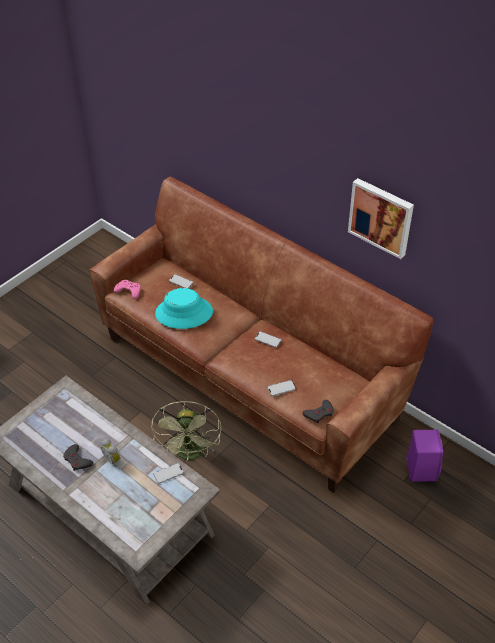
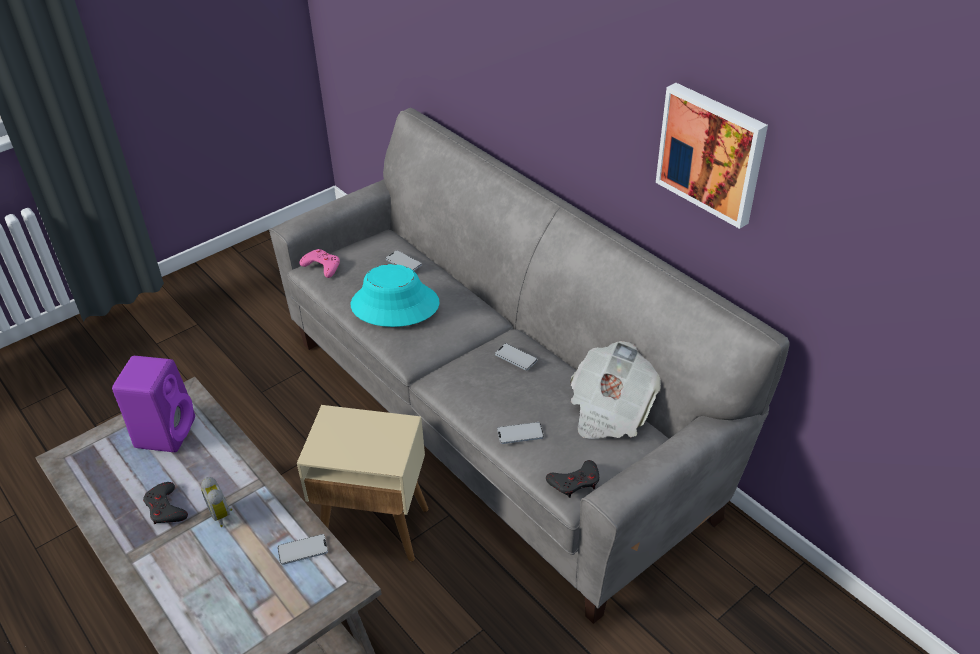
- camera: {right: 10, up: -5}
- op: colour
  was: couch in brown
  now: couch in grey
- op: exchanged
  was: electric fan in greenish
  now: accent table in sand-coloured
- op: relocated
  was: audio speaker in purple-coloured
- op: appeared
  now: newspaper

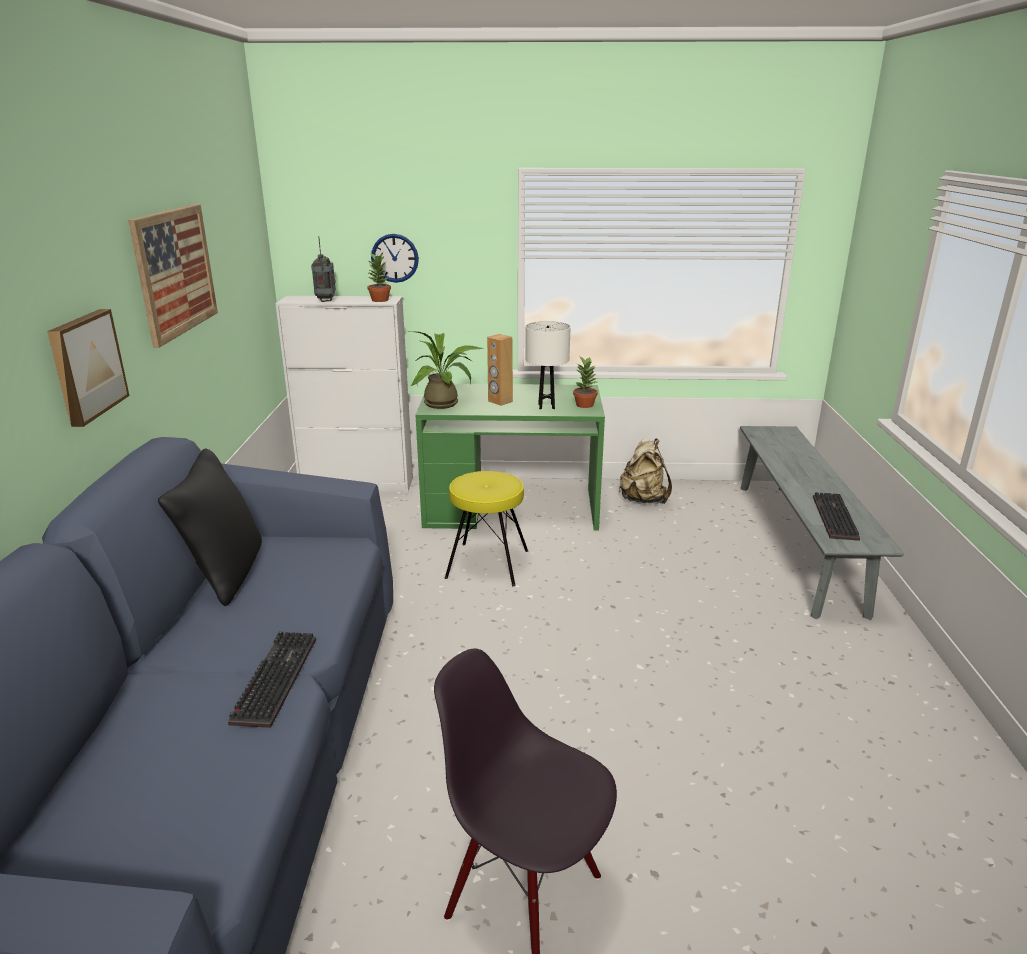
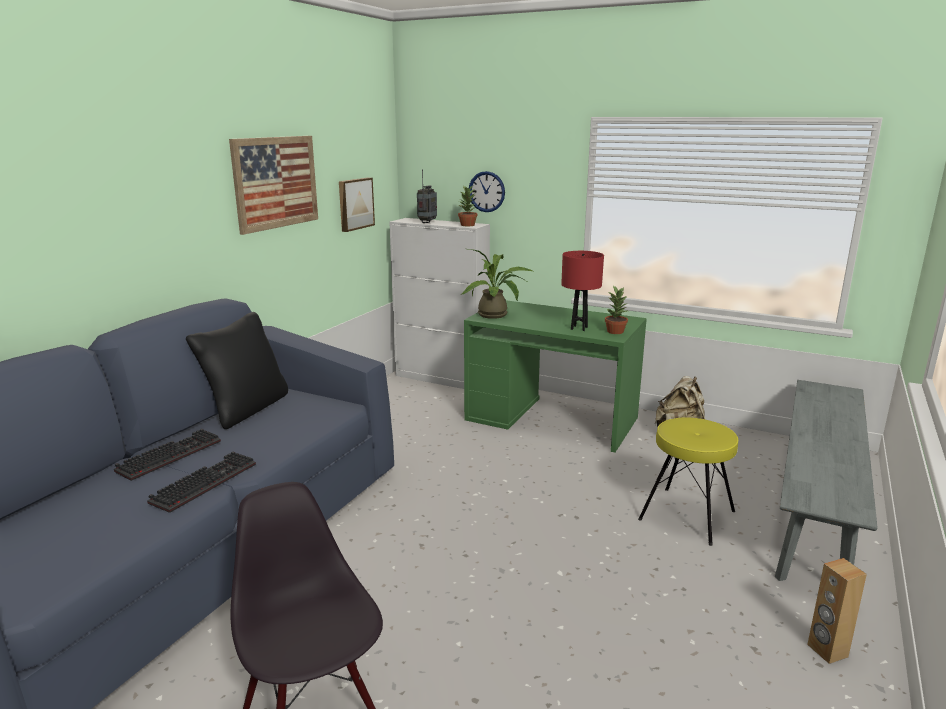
- camera: {right: 25, up: -5}
- op: relocated
  was: picture (no. 1 from left in the first image)
  now: picture (no. 2 from left)
- op: relocated
  was: sitting stool in yellow-coloured
- op: relocated
  was: audio speaker in brown
- op: colour
  was: table lamp in white
  now: table lamp in reddish
- op: relocated
  was: PC keyboard (no. 2 from left in the first image)
  now: PC keyboard (no. 1 from left)

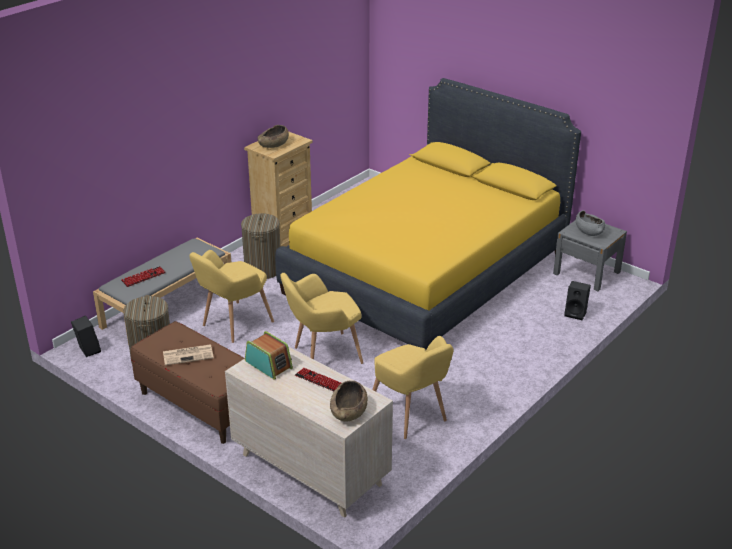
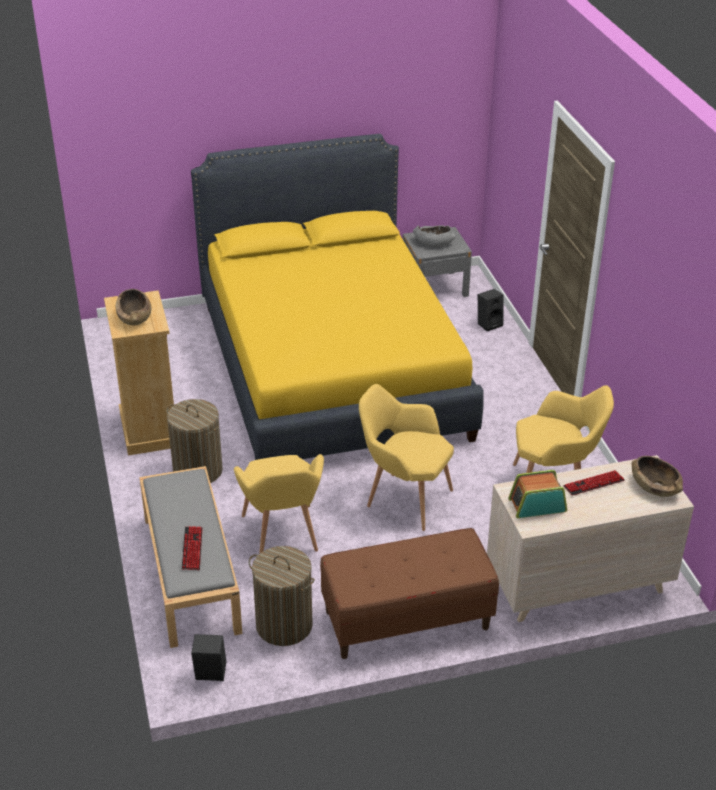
- camera: {right: -55, up: 5}
- op: missing
  was: newspaper
- op: spun
  was: lounge chair in yellow-coloured (no. 2 from left)
  clockwise: 105

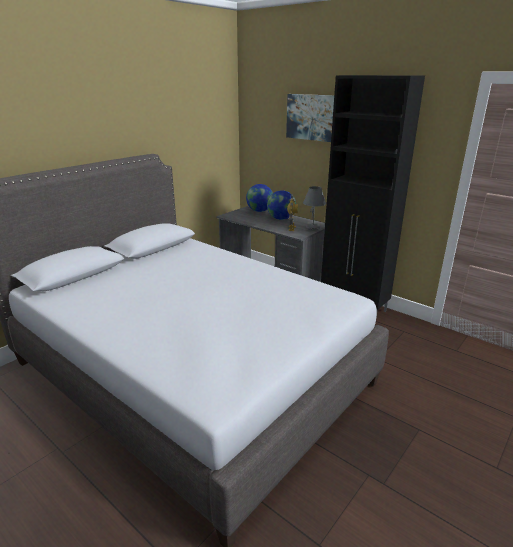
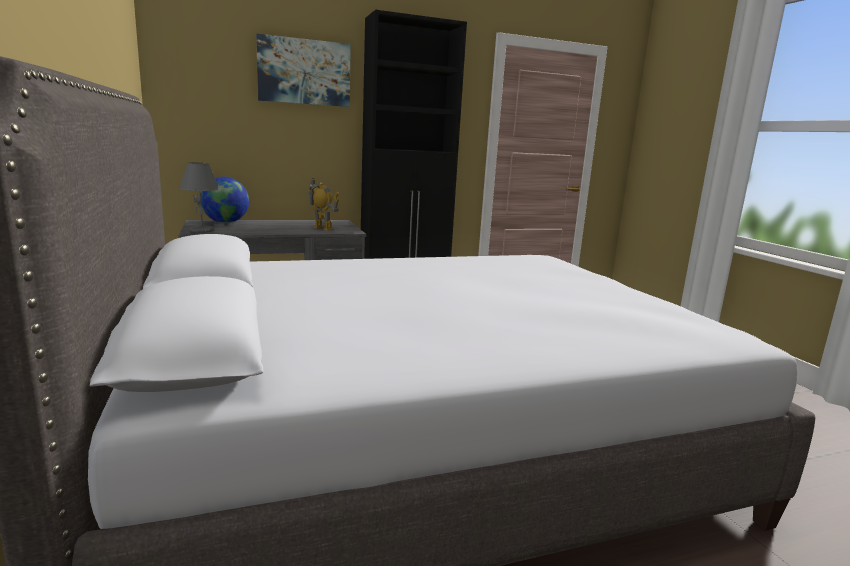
- camera: {right: -60, up: -10}
- op: missing
  was: world globe (no. 2 from left)
- op: relocated
  was: table lamp in grey

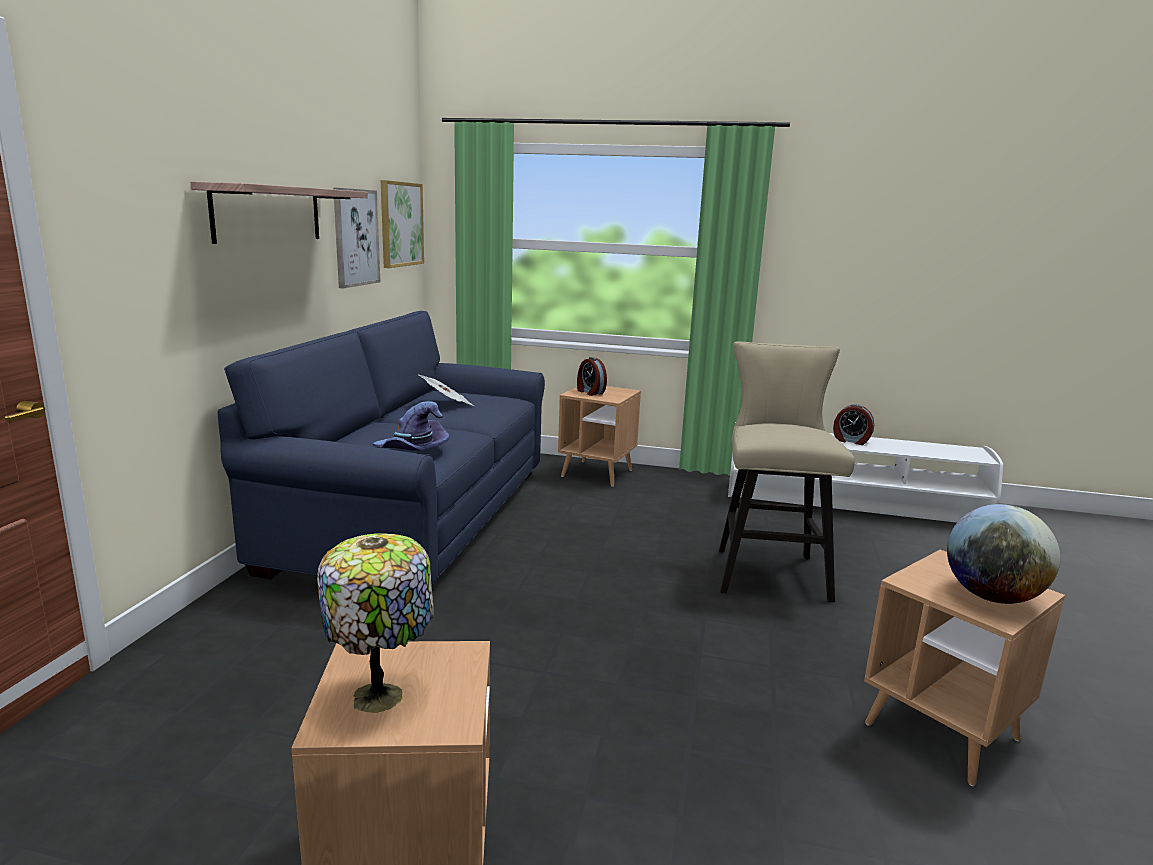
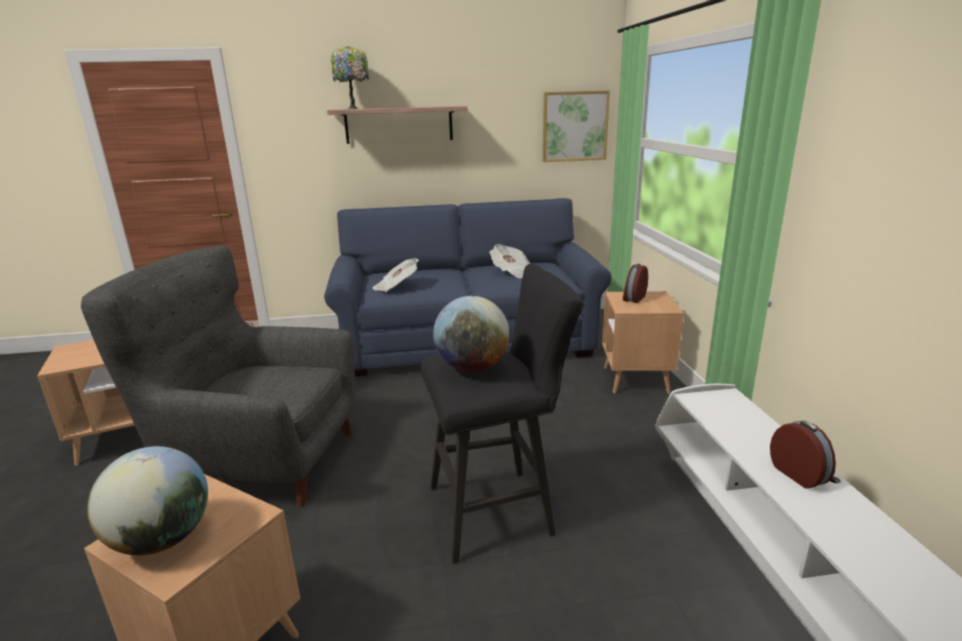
- camera: {right: 70, up: 5}
- op: relocated
  was: table lamp
- op: missing
  was: picture (no. 1 from left)
- op: exchanged
  was: hat in purple-coloured
  now: newspaper (no. 1 from left)
- op: colour
  was: sitting stool in sand-coloured
  now: sitting stool in blackish
- op: spun
  was: alarm clock (no. 2 from left)
  clockwise: 150
- op: appeared
  now: lounge chair in grey
- op: appeared
  now: world globe (no. 2 from left)

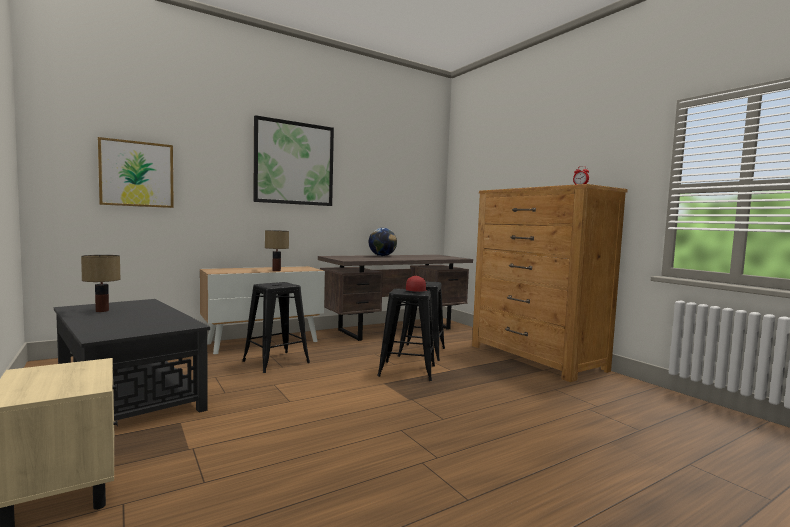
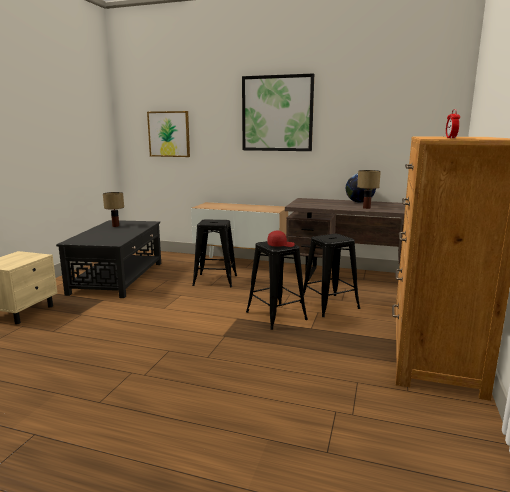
- camera: {right: 50, up: 10}
- op: relocated
  was: table lamp (no. 2 from left)

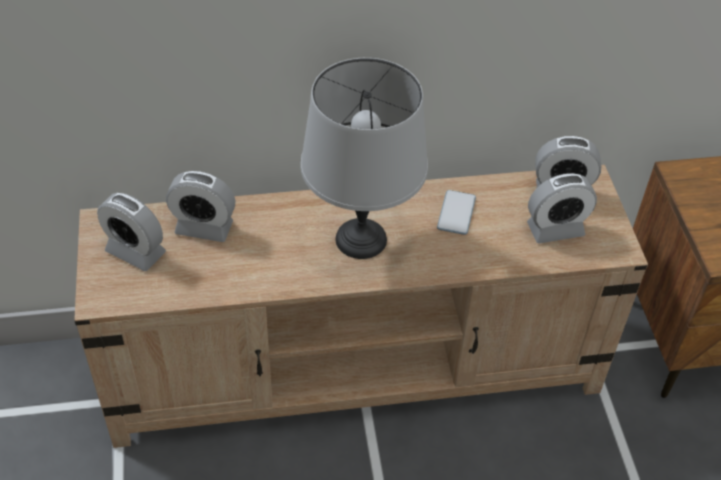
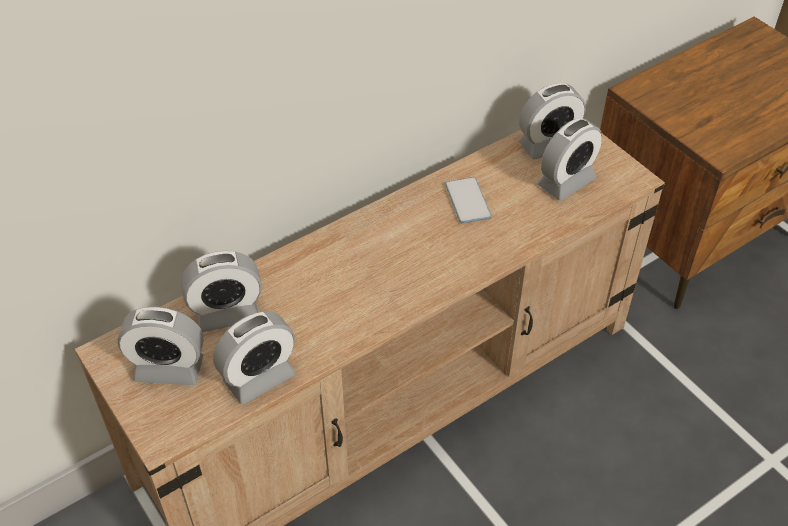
- camera: {right: -25, up: 0}
- op: missing
  was: table lamp in grey
- op: appeared
  now: alarm clock (no. 3 from left)

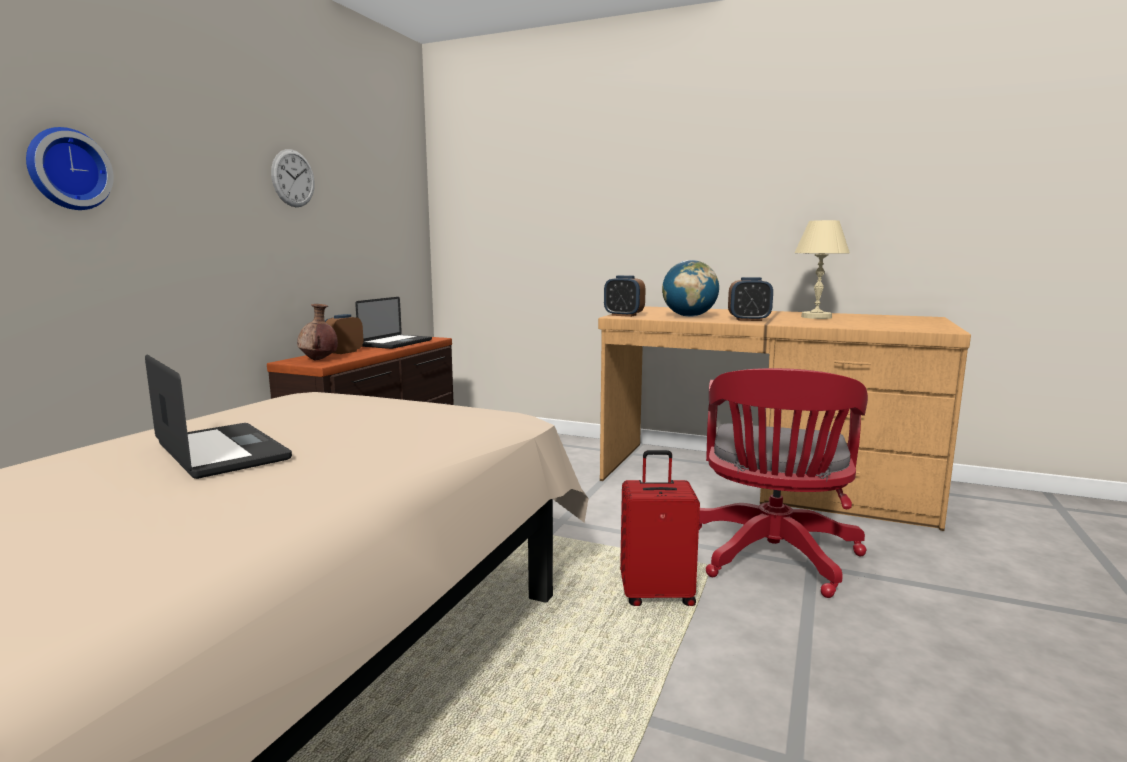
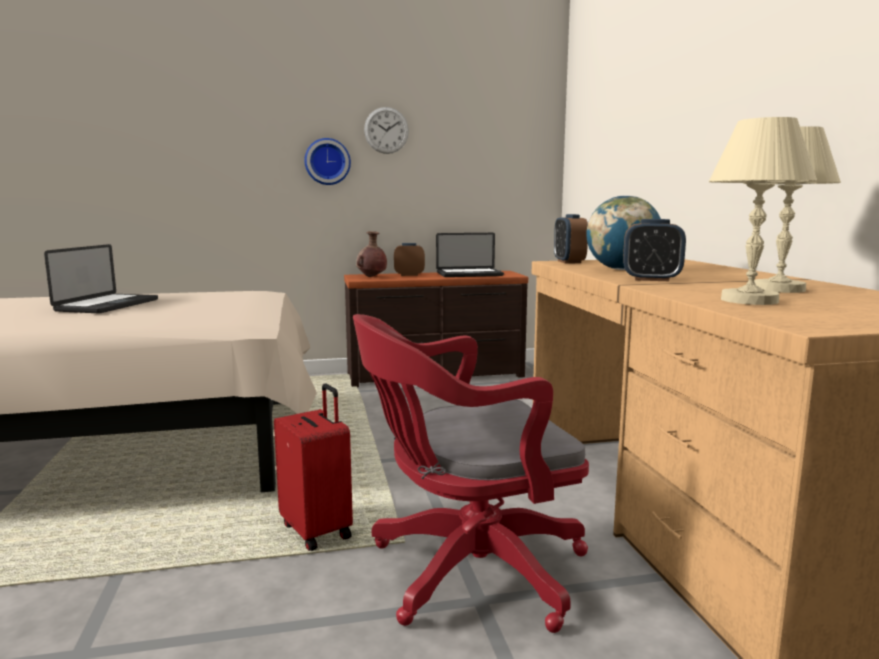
- camera: {right: 55, up: 0}
- op: relocated
  was: wall clock (no. 1 from left)
- op: spun
  was: alarm clock (no. 3 from left)
  clockwise: -45
- op: appeared
  now: table lamp in sand-coloured (no. 1 from left)

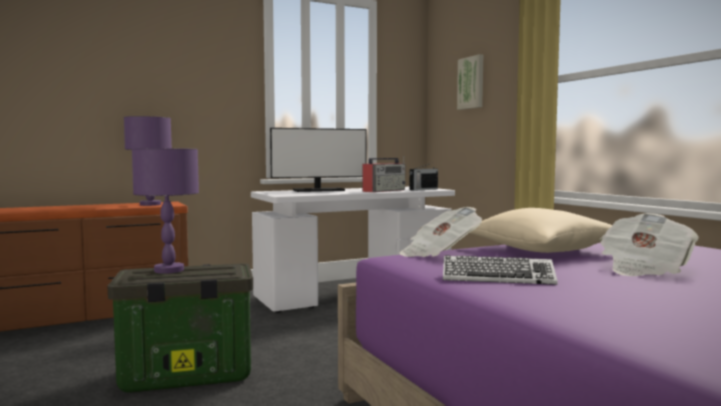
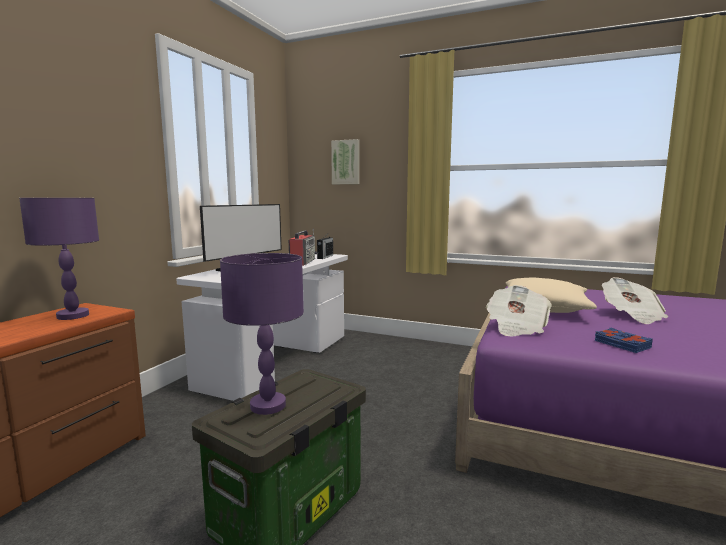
- camera: {right: -40, up: 5}
- op: exchanged
  was: PC keyboard
  now: bound book in bluish

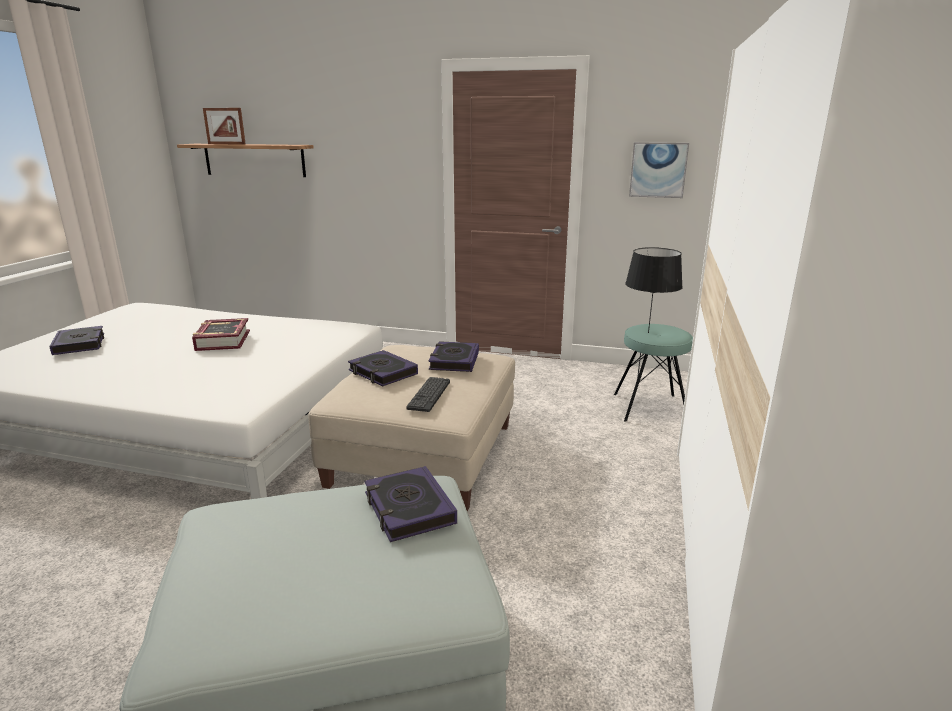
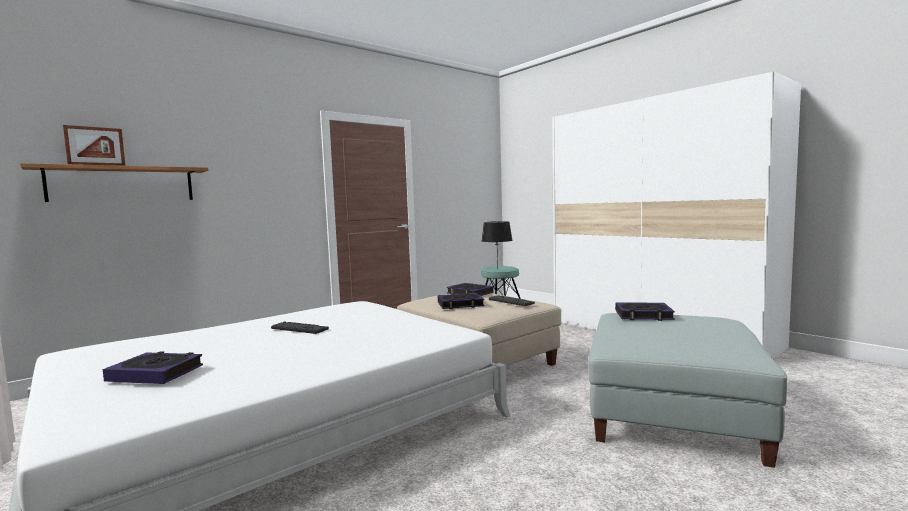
- camera: {right: -55, up: -15}
- op: exchanged
  was: bound book (no. 2 from left)
  now: PC keyboard (no. 1 from left)
- op: missing
  was: picture

